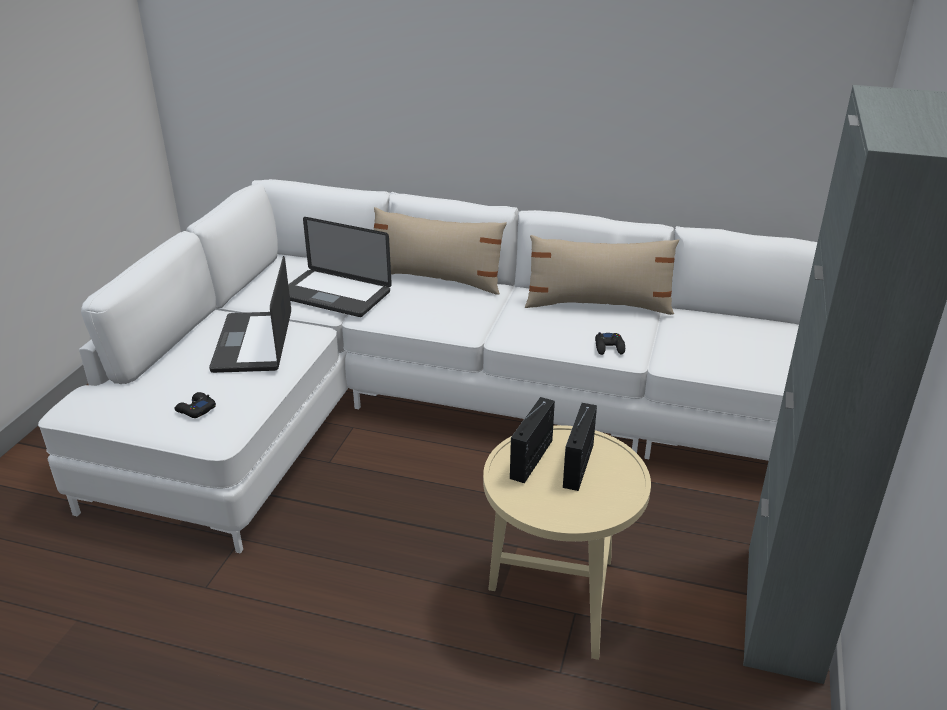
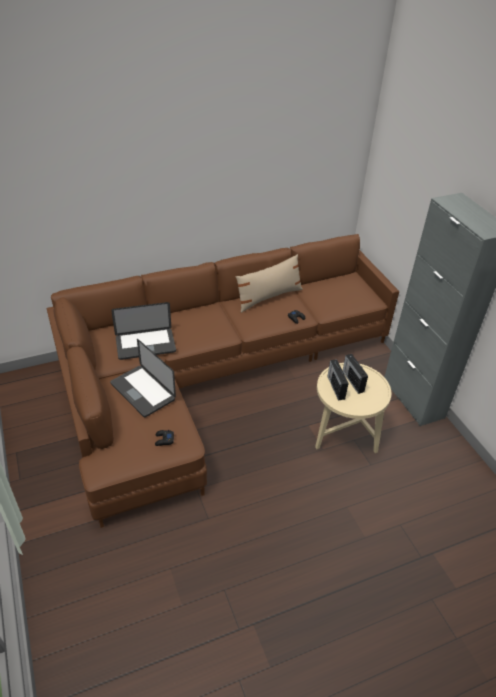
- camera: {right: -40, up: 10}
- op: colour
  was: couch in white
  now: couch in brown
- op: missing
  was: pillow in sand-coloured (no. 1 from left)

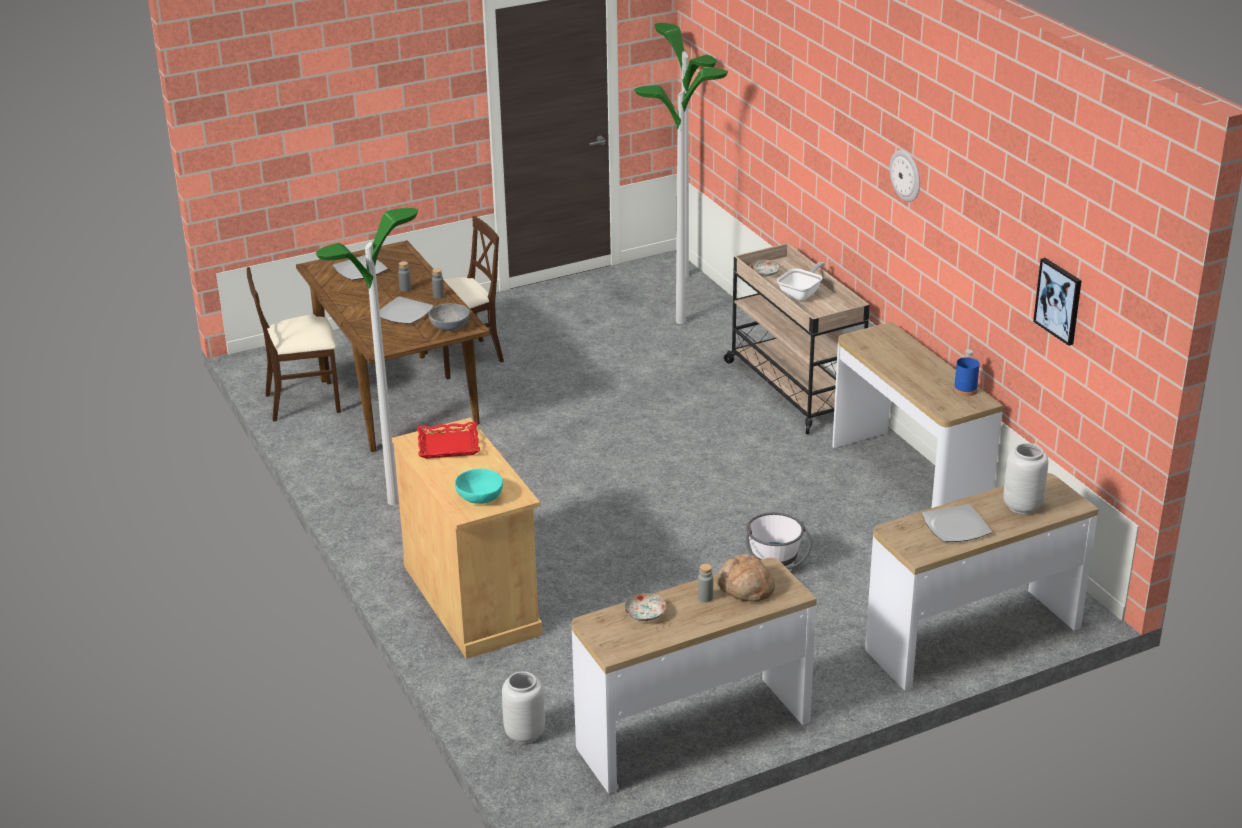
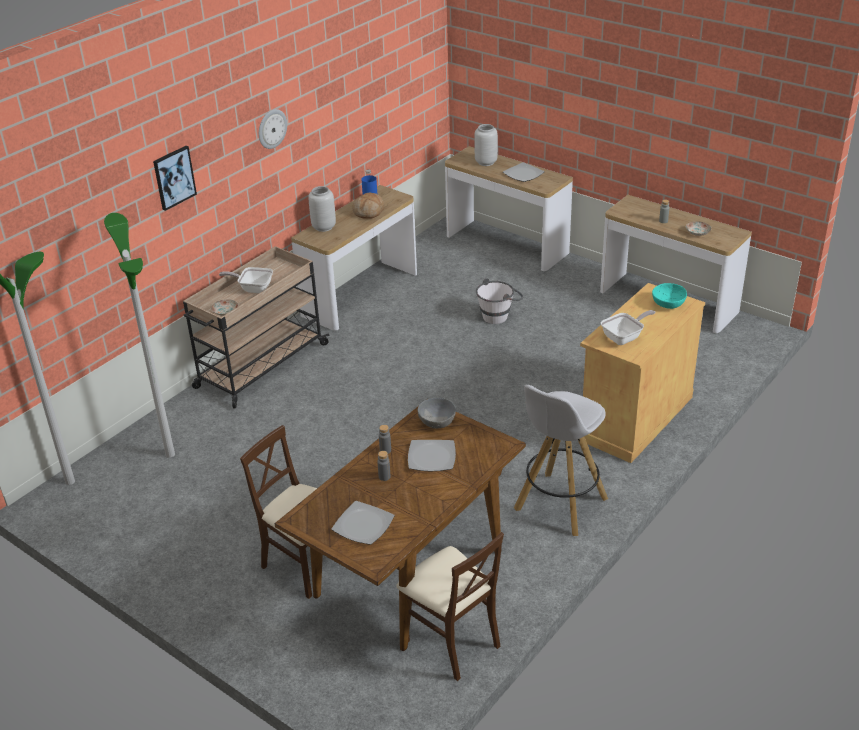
- camera: {right: -115, up: 5}
- op: exchanged
  was: standing lamp (no. 1 from left)
  now: sitting stool in white
- op: exchanged
  was: tray in reddish
  now: pan (no. 2 from left)
- op: relocated
  was: flower vase in grey (no. 1 from left)
- op: relocated
  was: bread
- op: relocated
  was: picture

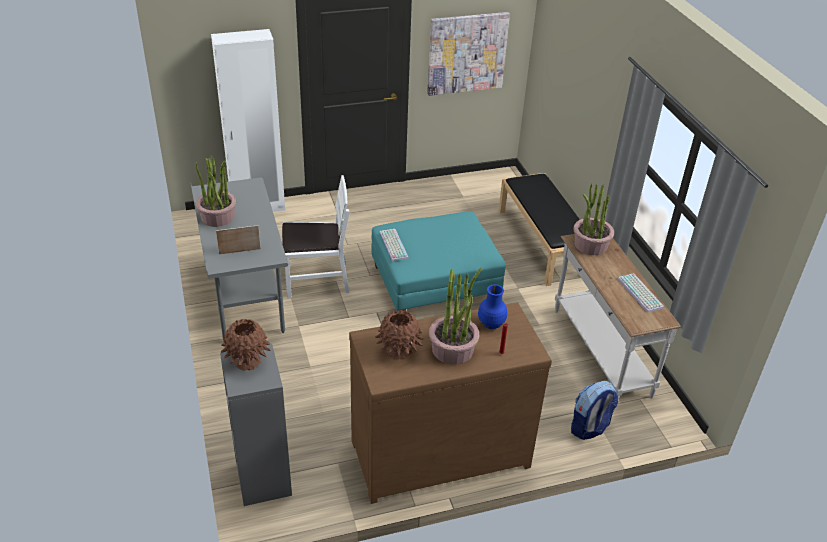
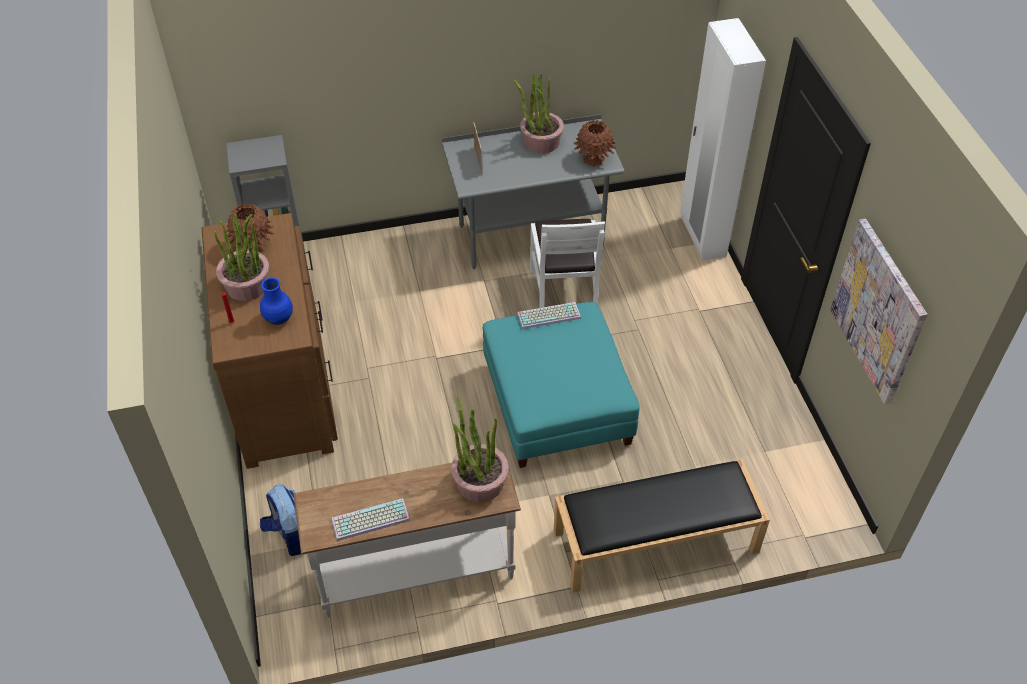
- camera: {right: 95, up: 10}
- op: relocated
  was: flower vase in brown (no. 1 from left in the first image)
  now: flower vase in brown (no. 2 from left)

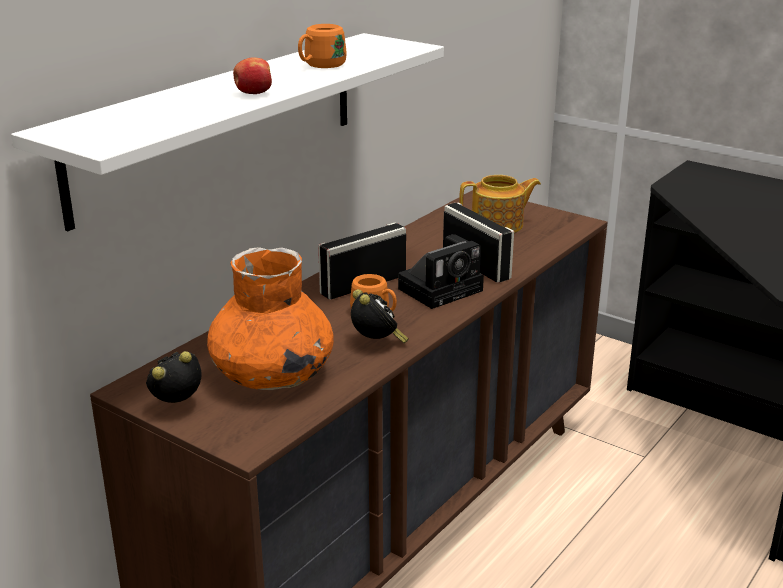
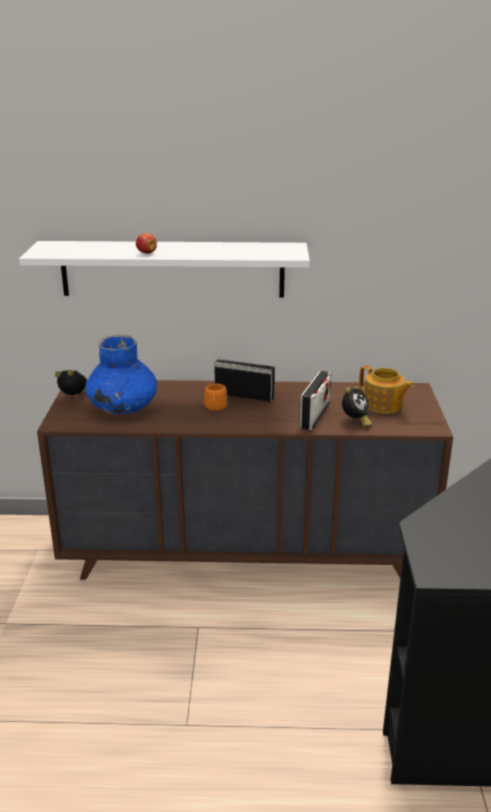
- camera: {right: 55, up: 0}
- op: colour
  was: flower vase in orange-coloured
  now: flower vase in bluish
- op: missing
  was: coffee mug in orange-coloured (no. 1 from left)
- op: relocated
  was: alarm clock (no. 2 from left)
- op: missing
  was: still camera

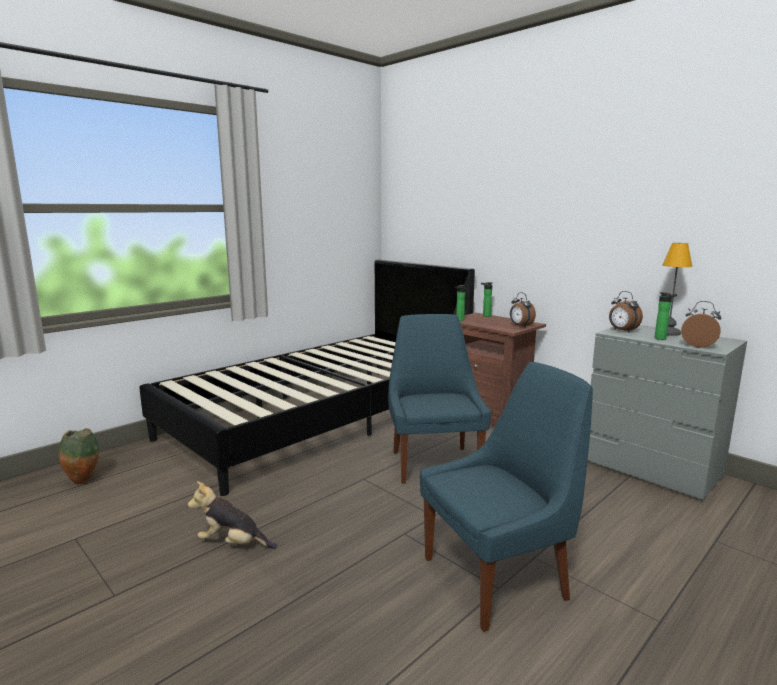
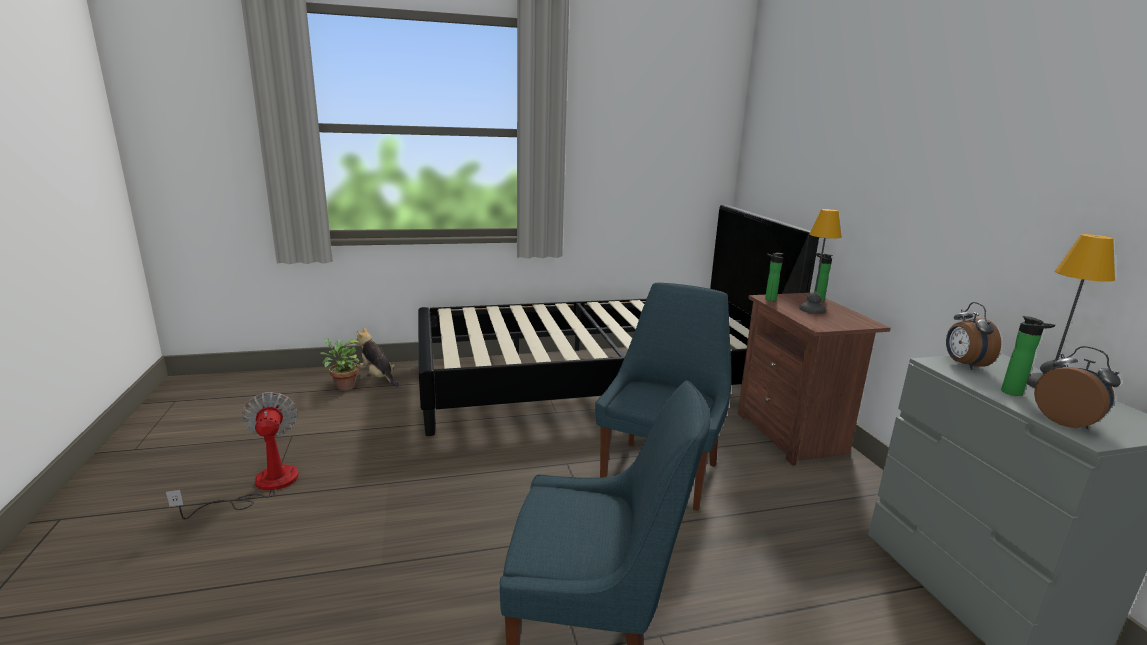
- camera: {right: 30, up: 5}
- op: exchanged
  was: flower vase
  now: potted plant
- op: relocated
  was: soft toy
- op: missing
  was: alarm clock (no. 1 from left)
- op: appeared
  now: electric fan
- op: appeared
  now: table lamp (no. 1 from left)

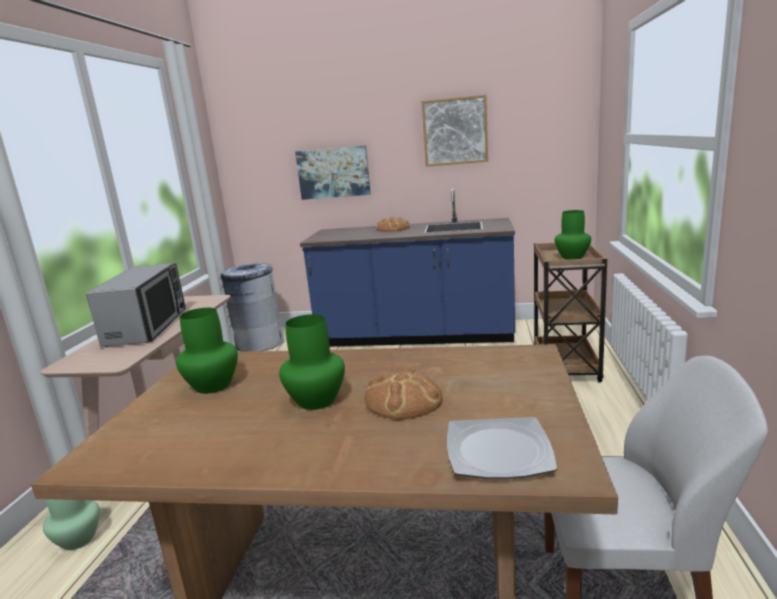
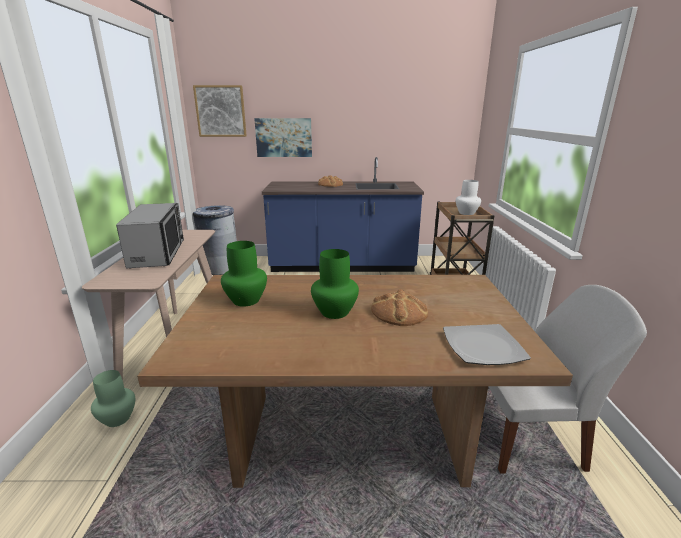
- camera: {right: -10, up: 5}
- op: relocated
  was: picture (no. 2 from left in the first image)
  now: picture (no. 1 from left)
- op: colour
  was: flower vase in greenish (no. 4 from left)
  now: flower vase in white

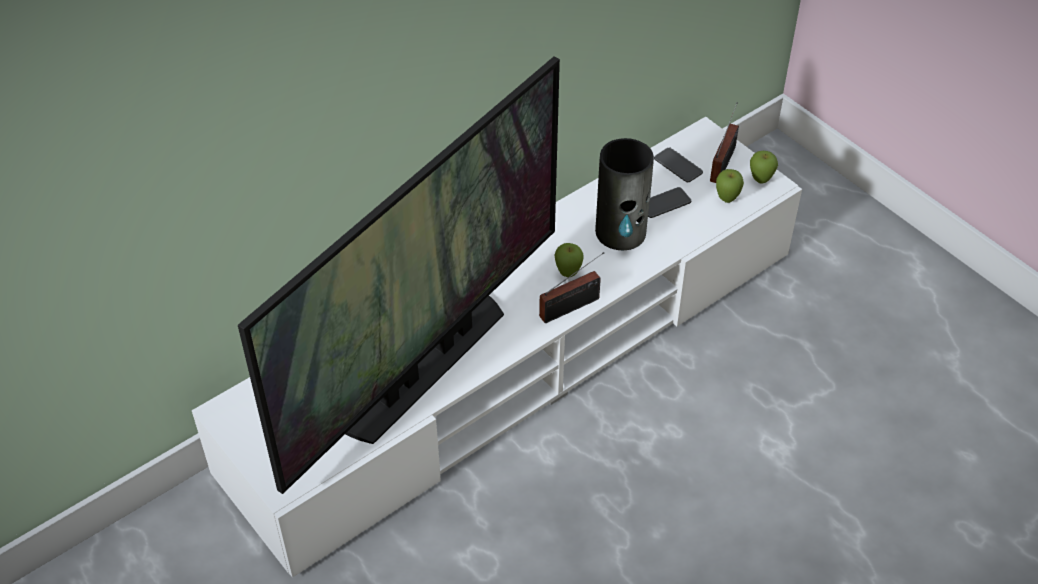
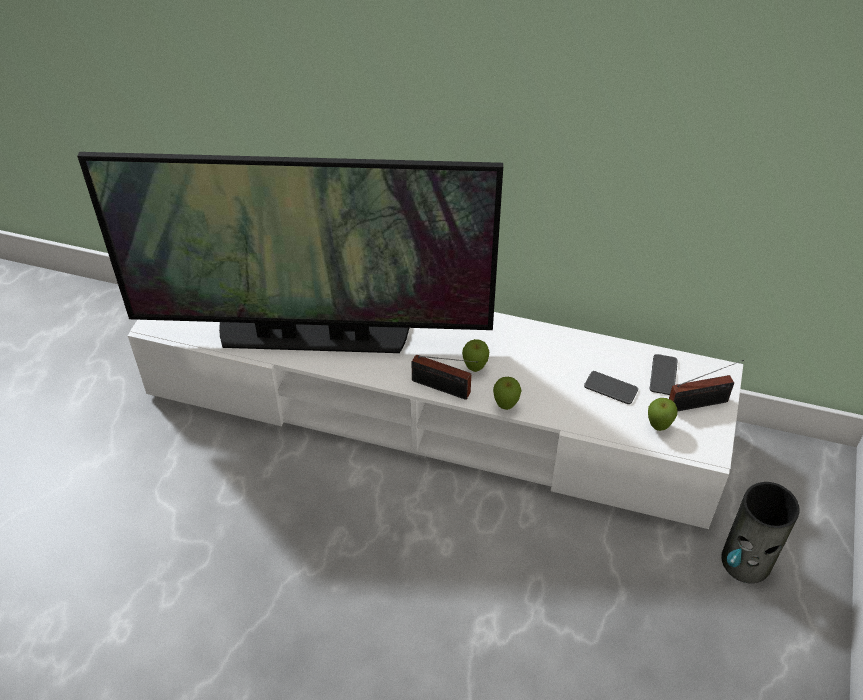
- camera: {right: 55, up: 0}
- op: relocated
  was: flower vase
- op: relocated
  was: apple (no. 3 from left in the first image)
  now: apple (no. 2 from left)

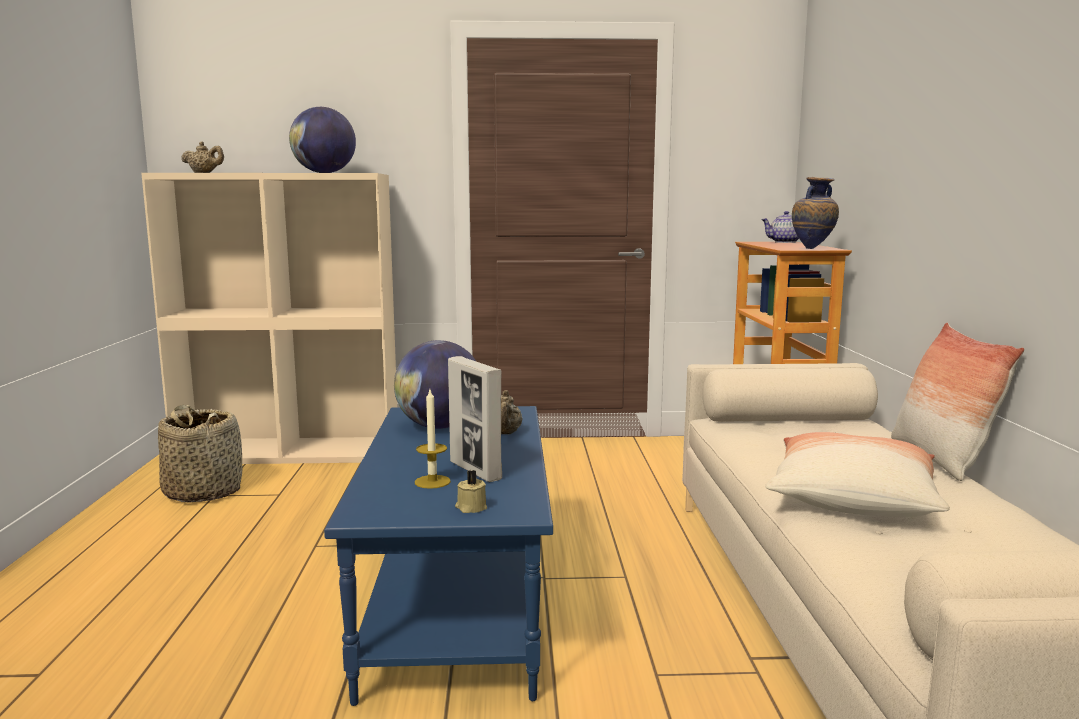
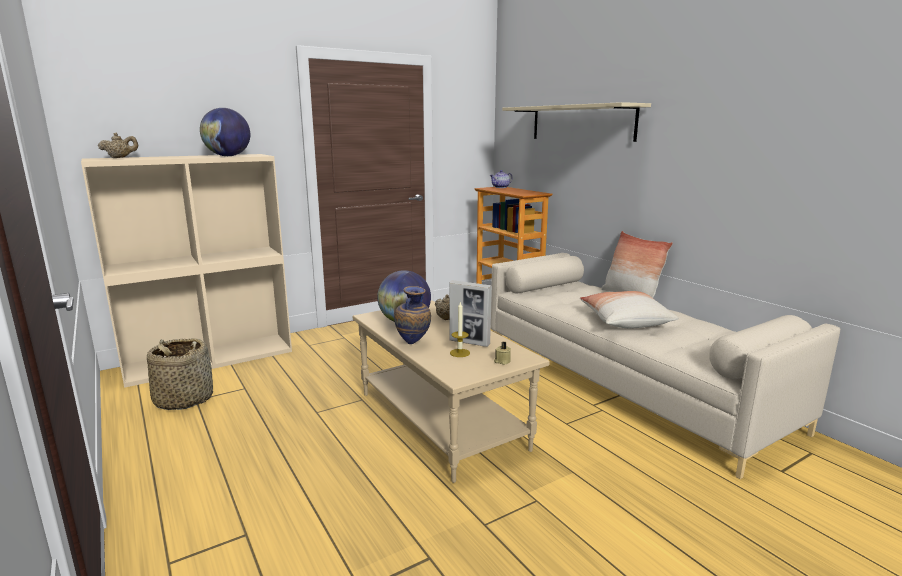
- camera: {right: -30, up: 5}
- op: colour
  was: lounge table in bluish
  now: lounge table in sand-coloured
- op: relocated
  was: flower vase
- op: appeared
  now: bracket shelf in sand-coloured

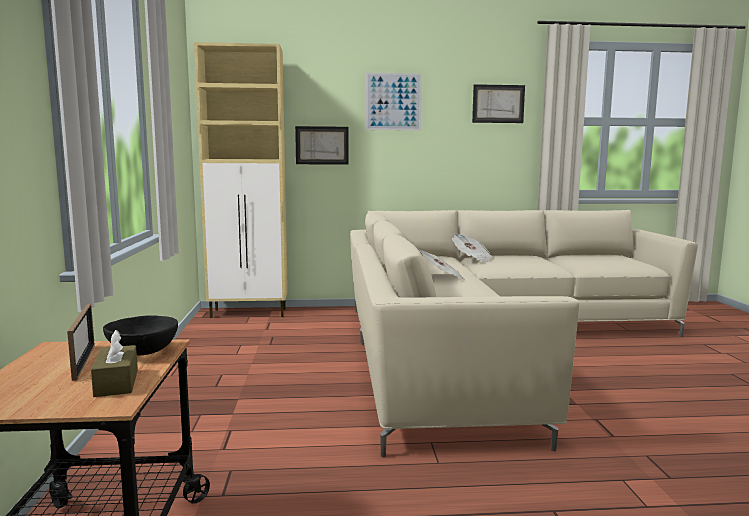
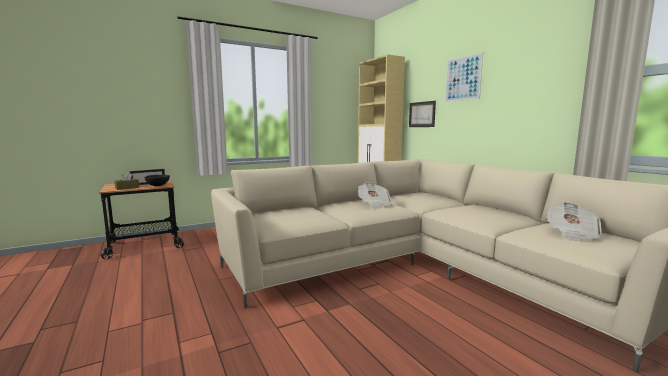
- camera: {right: 65, up: 0}
- op: relocated
  was: newspaper (no. 2 from left)
- op: missing
  was: picture (no. 3 from left)

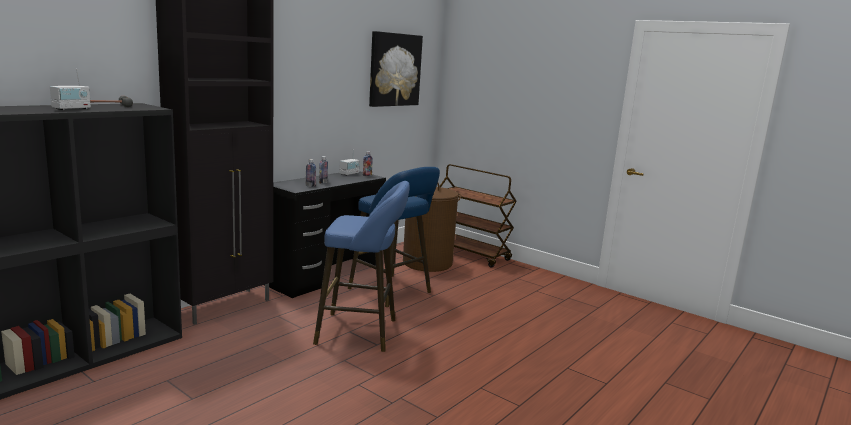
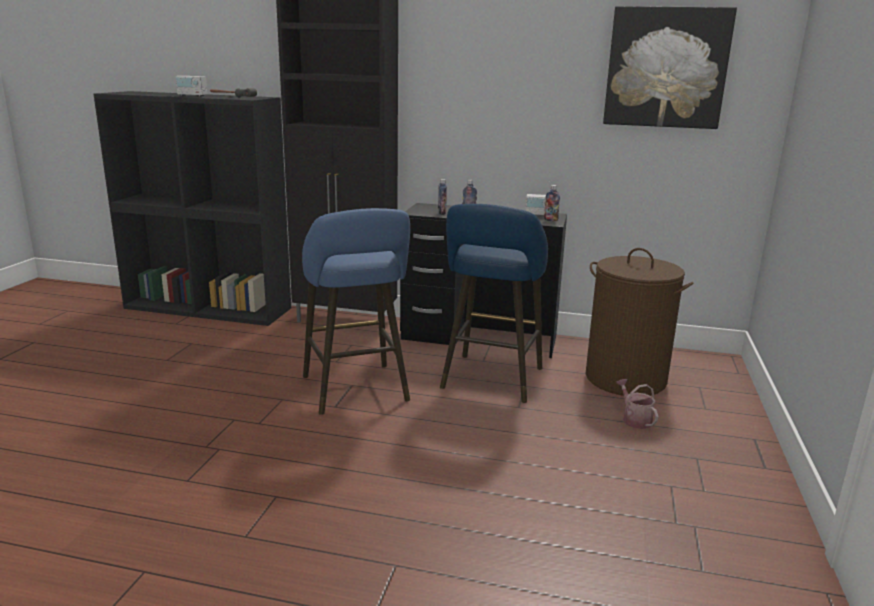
- camera: {right: 65, up: 5}
- op: missing
  was: trolley in brown
- op: appeared
  now: watering pot

